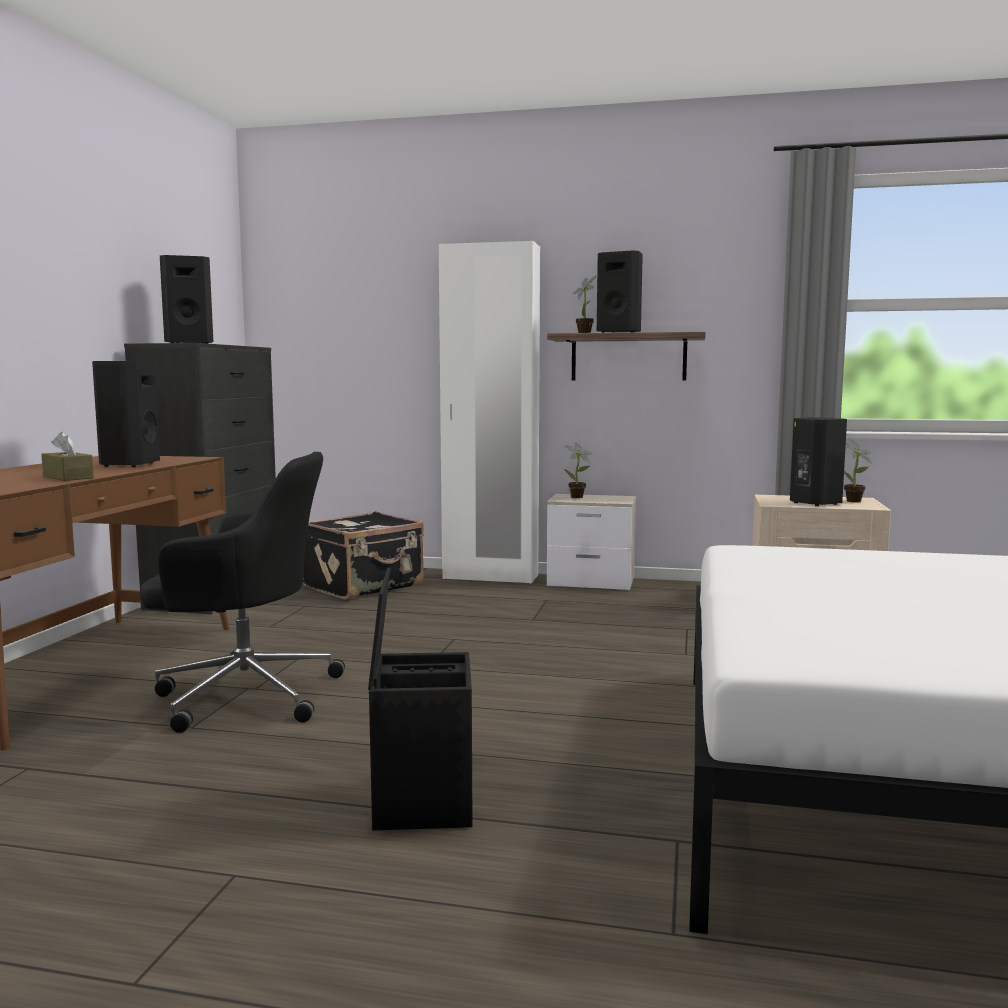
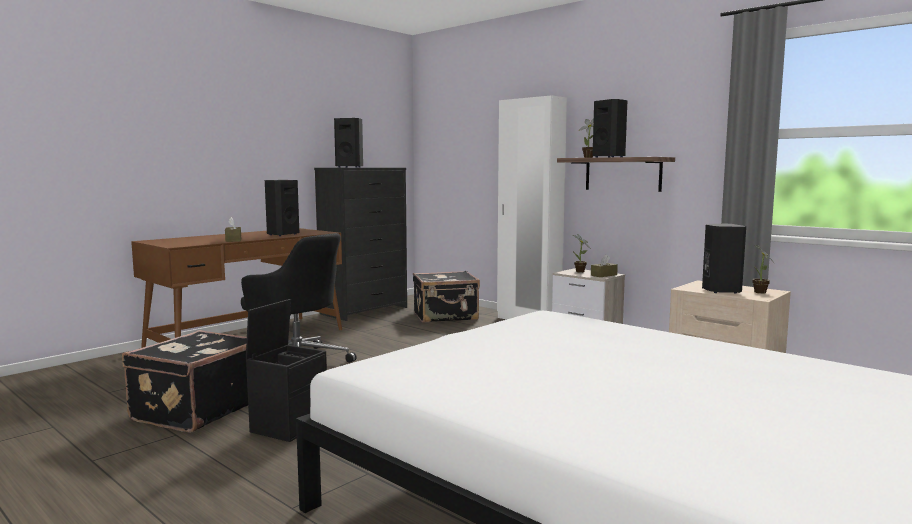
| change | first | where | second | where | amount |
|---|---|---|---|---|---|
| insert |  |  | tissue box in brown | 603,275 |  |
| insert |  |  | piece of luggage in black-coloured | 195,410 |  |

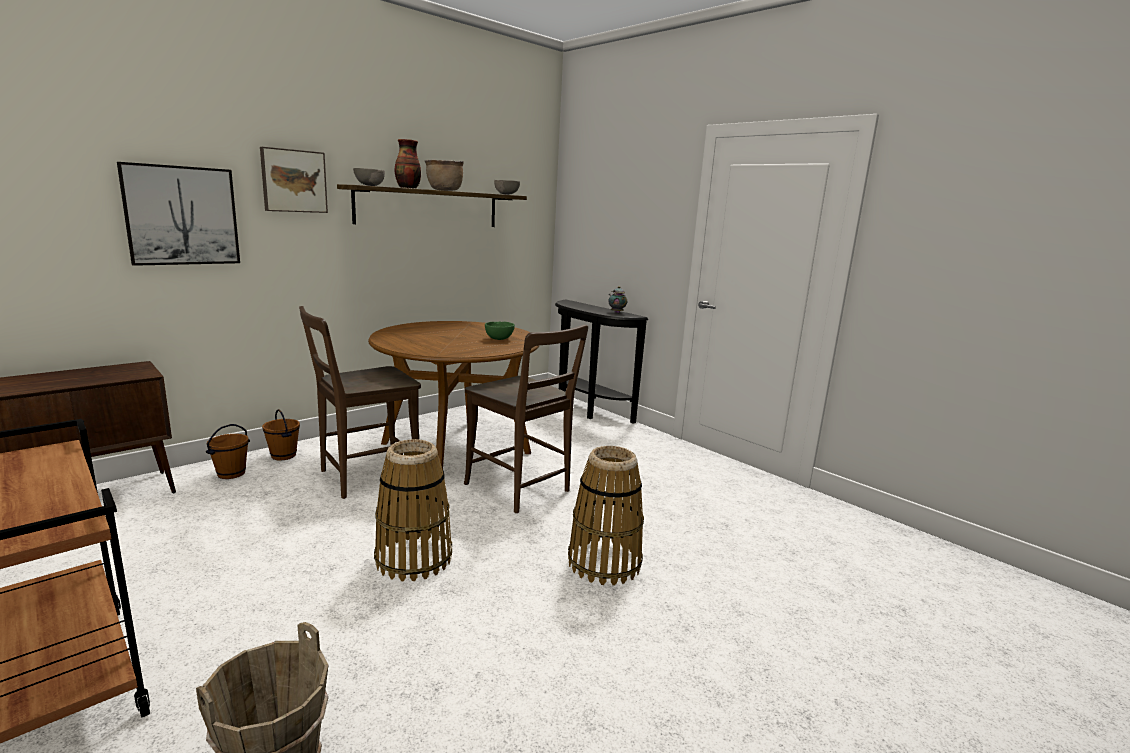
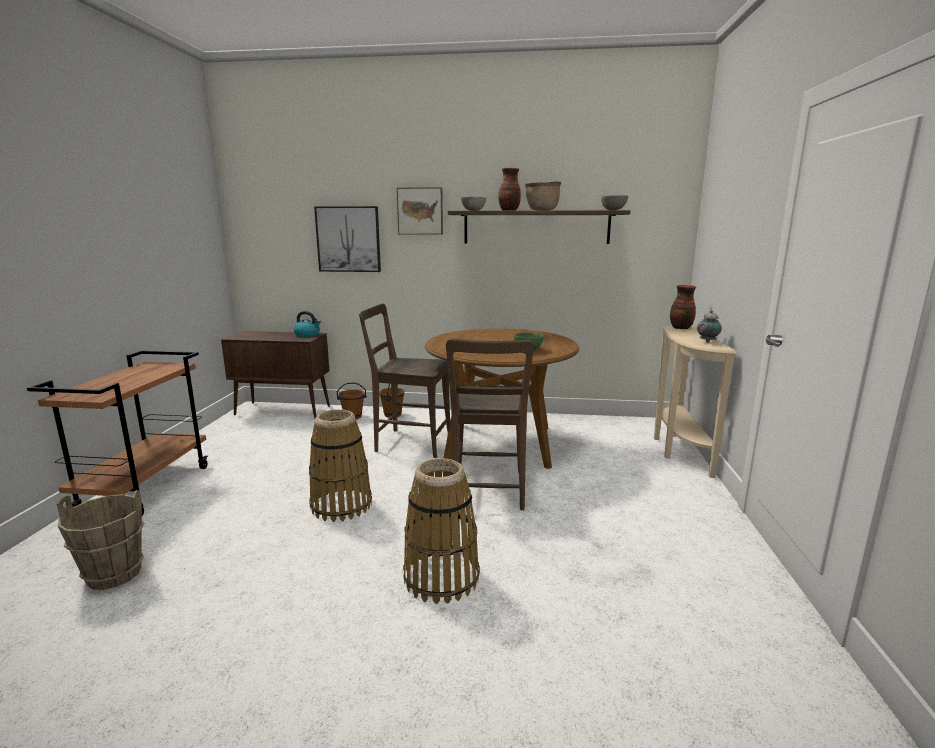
| change | first | where | second | where | amount |
|---|---|---|---|---|---|
| recolor | hall table in black-coloured | 586,410 | hall table in beige-coloured | 678,449 |  |
| insert |  |  | decorative vase | 680,328 |  |
| insert |  |  | water kettle | 307,335 |  |

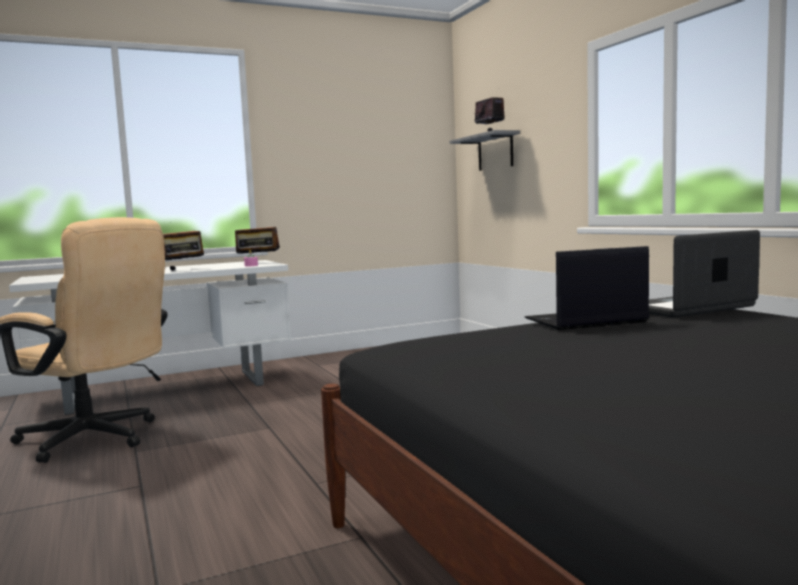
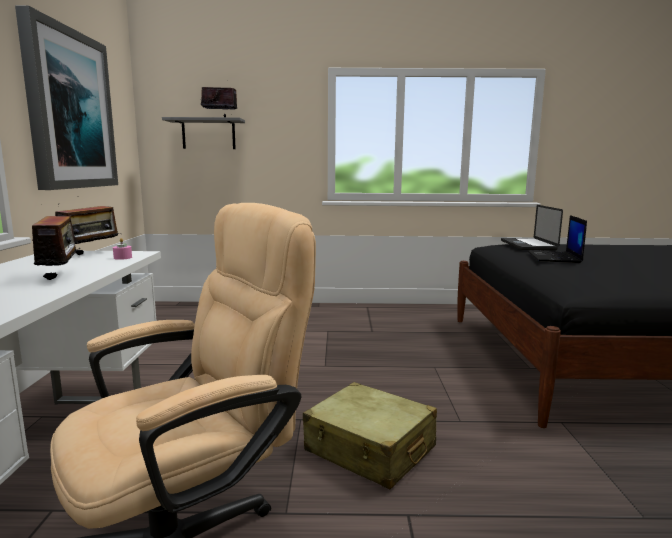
| change | first | where | second | where | amount |
|---|---|---|---|---|---|
| insert |  |  | wall art | 69,110 |  |
| insert |  |  | piece of luggage in beige-coloured | 370,449 |  |

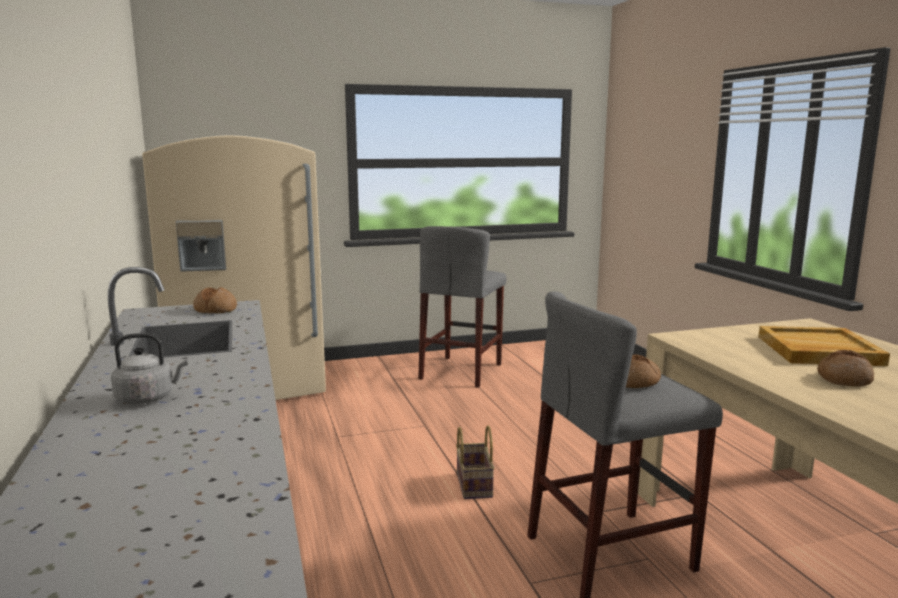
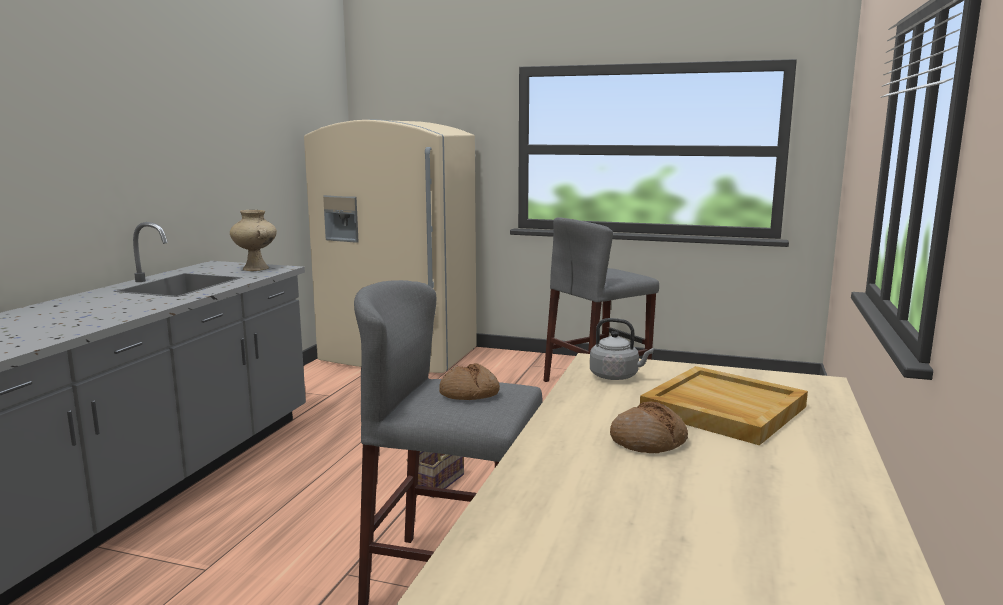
| change | first | where | second | where | amount |
|---|---|---|---|---|---|
| replace | bread | 215,309 | decorative vase in beige-coloured | 256,268 |  |
| move | water kettle in greyish | 148,398 |  | 616,376 |  |

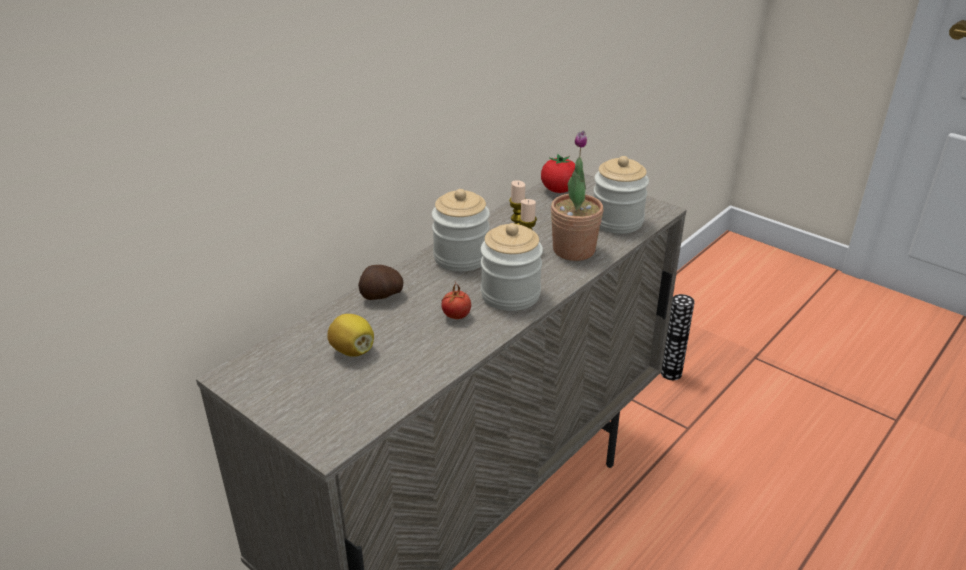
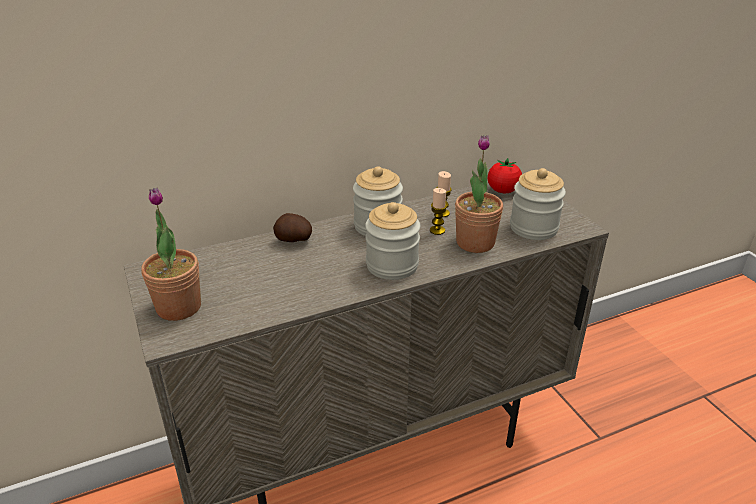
| change | first | where | second | where | amount |
|---|---|---|---|---|---|
| delete | tomato | 456,316 |  |  |  |
| delete | decorative vase | 671,373 |  |  |  |
| delete | citrus fruit | 352,350 |  |  |  |
| insert |  |  | potted plant | 179,307 |  |

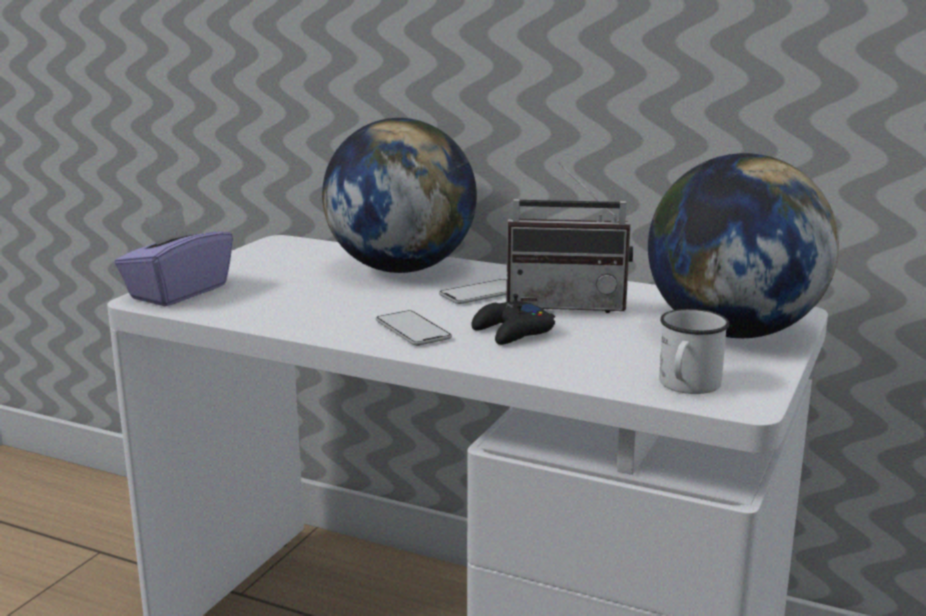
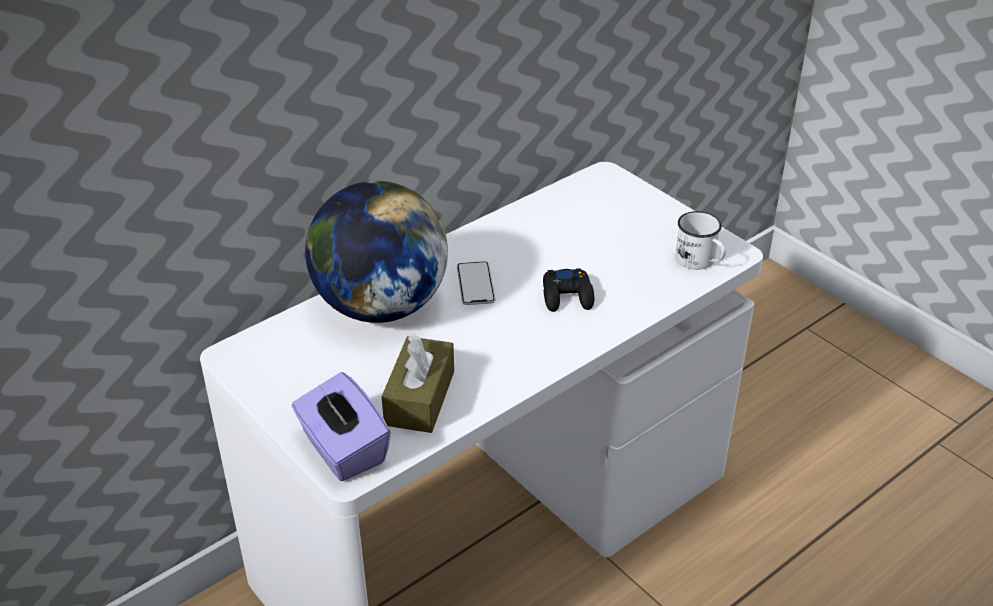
| change | first | where | second | where | amount |
|---|---|---|---|---|---|
| delete | desk globe | 732,332 |  |  |  |
| delete | radio | 567,304 |  |  |  |
| delete | phone | 413,330 |  |  |  |
| insert |  |  | tissue box in brown | 420,398 |  |

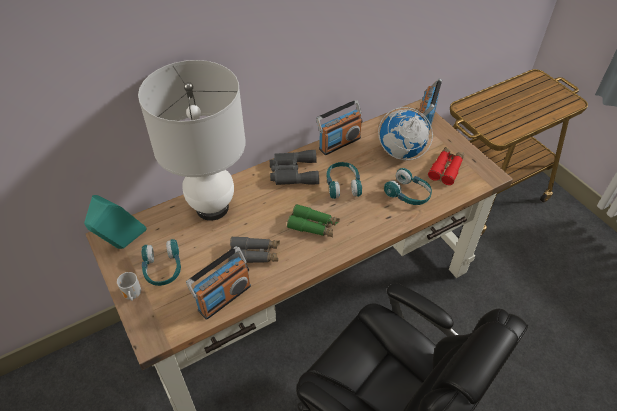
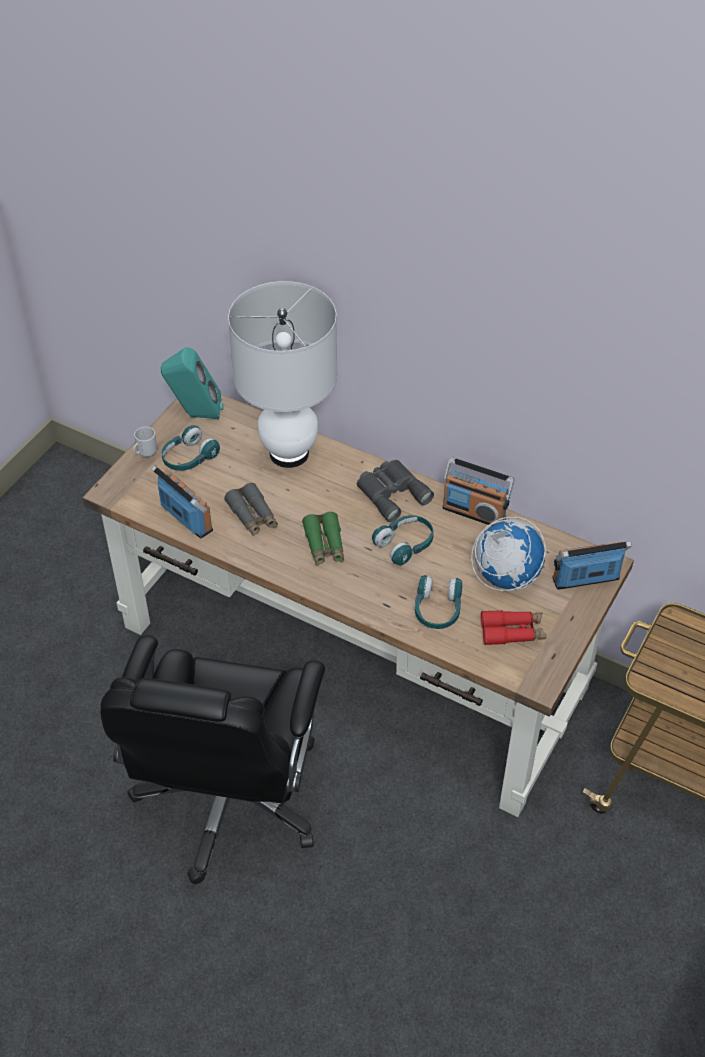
| change | first | where | second | where | amount |
|---|---|---|---|---|---|
| rotate | radio | 224,297 |  | 186,518 | 150 degrees counterclockwise |

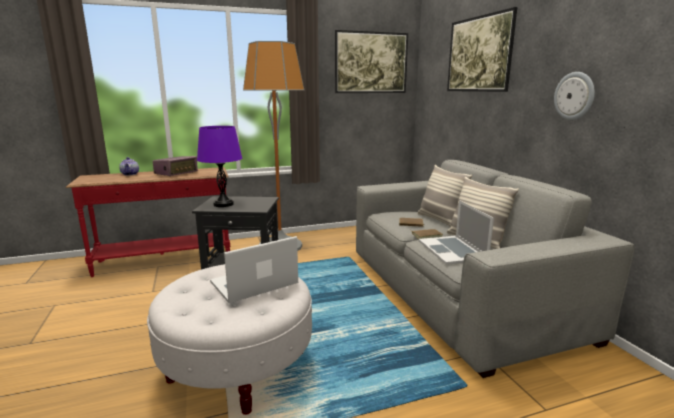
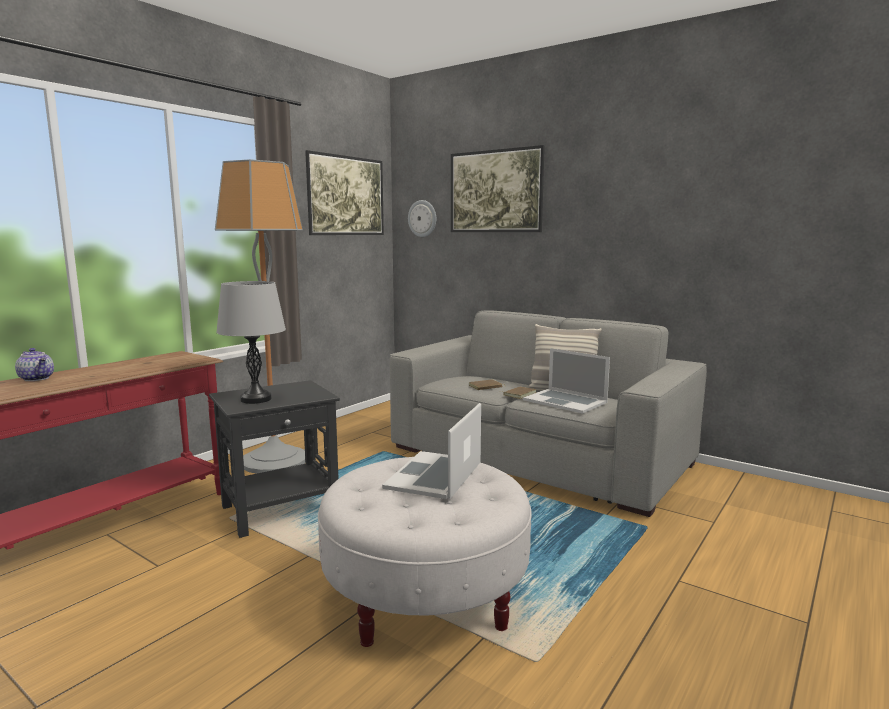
| change | first | where | second | where | amount |
|---|---|---|---|---|---|
| move | clock on the wall | 574,96 |  | 422,218 |  |
| recolor | table lamp in purple | 223,204 | table lamp in greyish | 256,399 |  |
| delete | radio | 176,173 |  |  |  |
| delete | cushion | 440,220 |  |  |  |

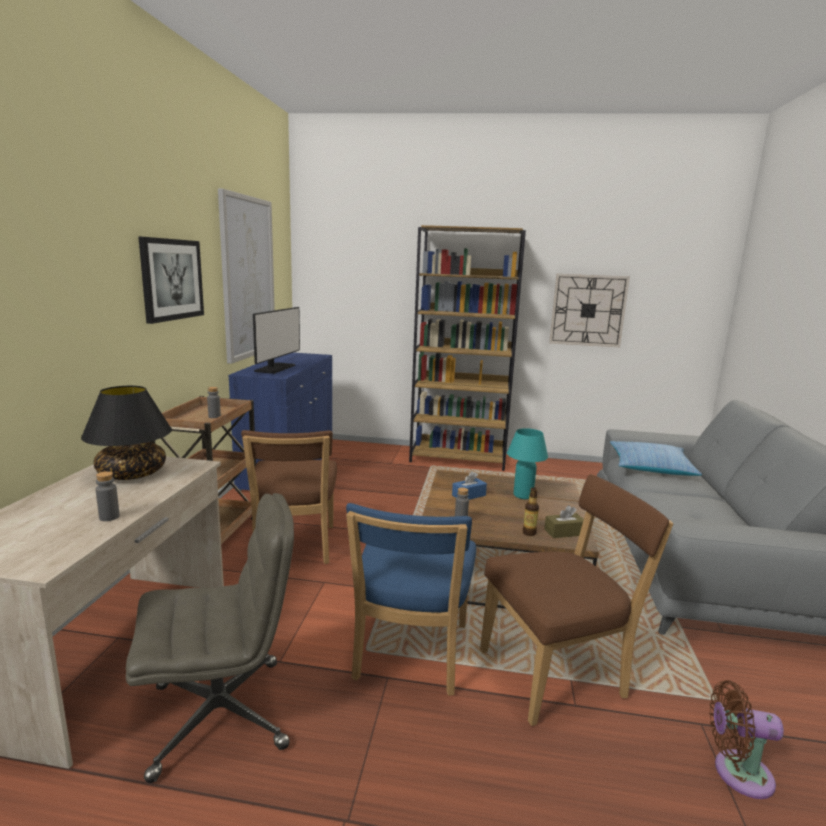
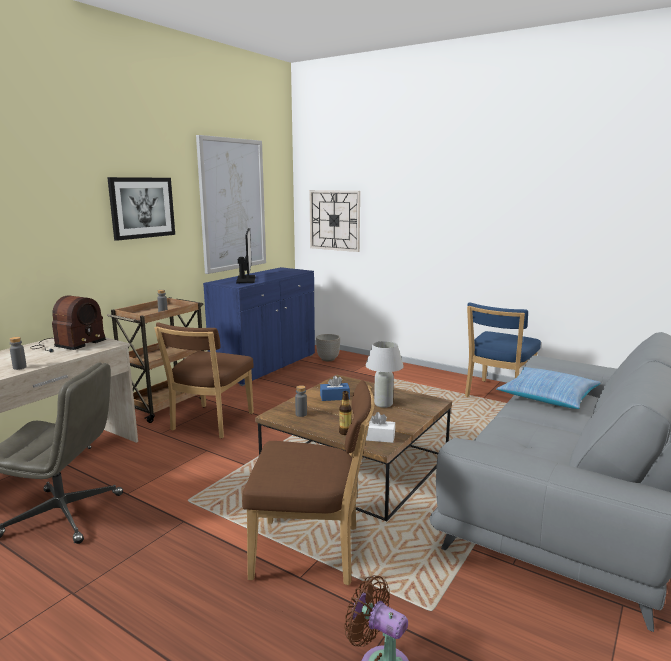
| change | first | where | second | where | amount |
|---|---|---|---|---|---|
| delete | shelving unit in brown | 458,458 |  |  |  |
| move | clock on the wall | 588,310 |  | 334,220 |  |
| rotate | monitor | 275,368 |  | 246,279 | 45 degrees counterclockwise |
| replace | table lamp in black-coloured | 132,474 | radio | 67,345 |  |
| recolor | table lamp in turquoise-coloured | 523,495 | table lamp in whitish | 383,404 |  |
| move | plain chair in blue | 409,656 |  | 497,395 |  |
| recolor | tissue box in brown | 564,532 | tissue box in whitish | 377,437 |  |
| insert |  |  | flower pot | 328,359 |  |

